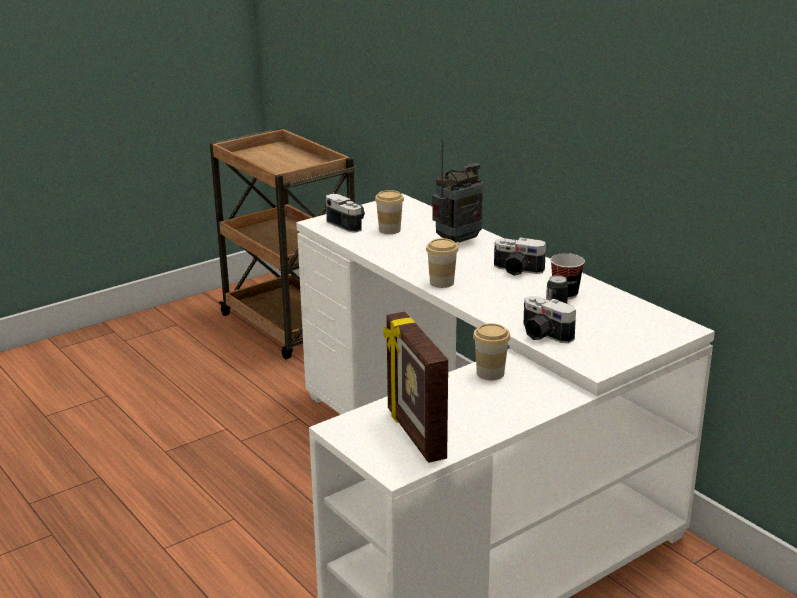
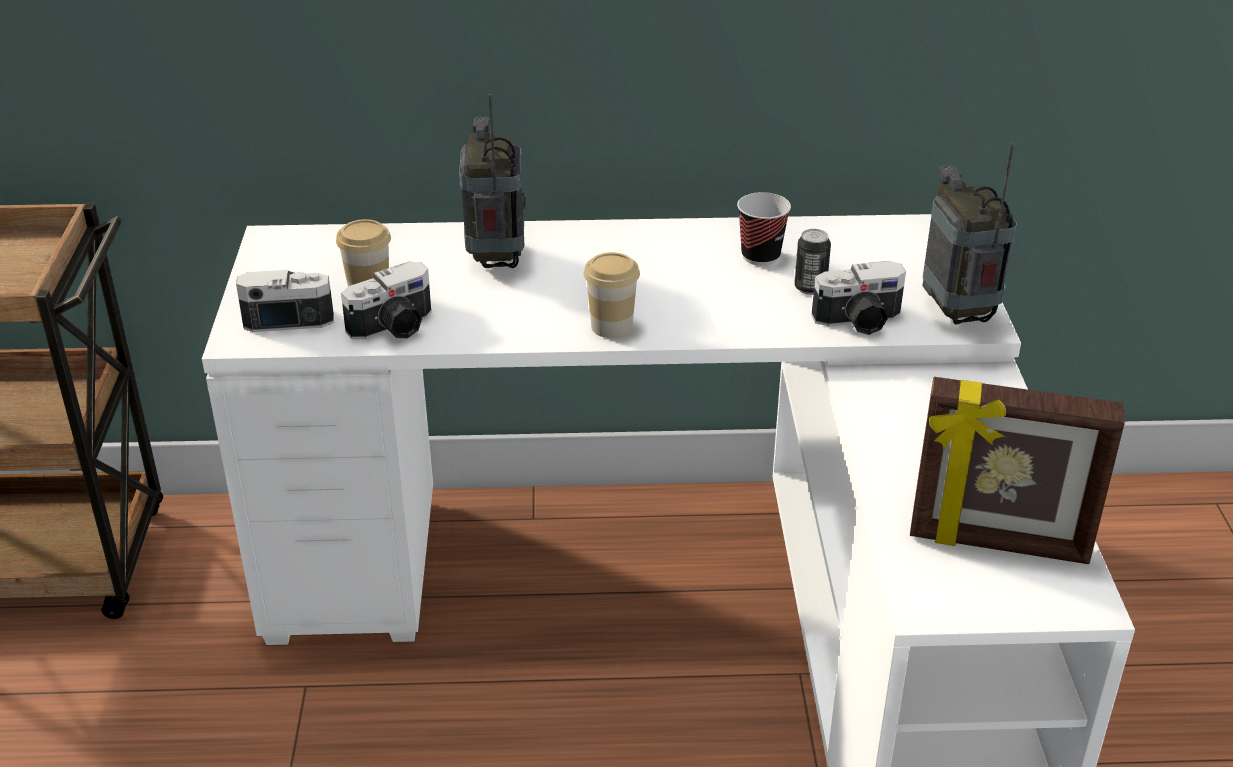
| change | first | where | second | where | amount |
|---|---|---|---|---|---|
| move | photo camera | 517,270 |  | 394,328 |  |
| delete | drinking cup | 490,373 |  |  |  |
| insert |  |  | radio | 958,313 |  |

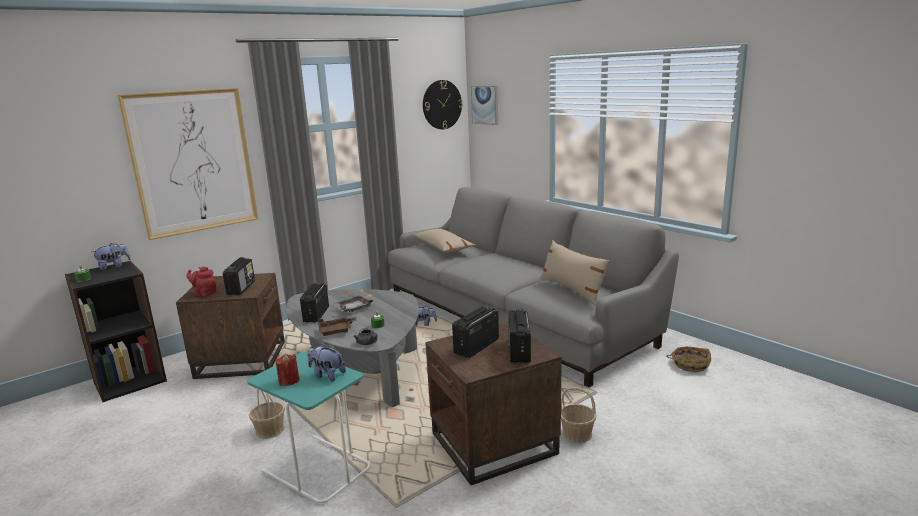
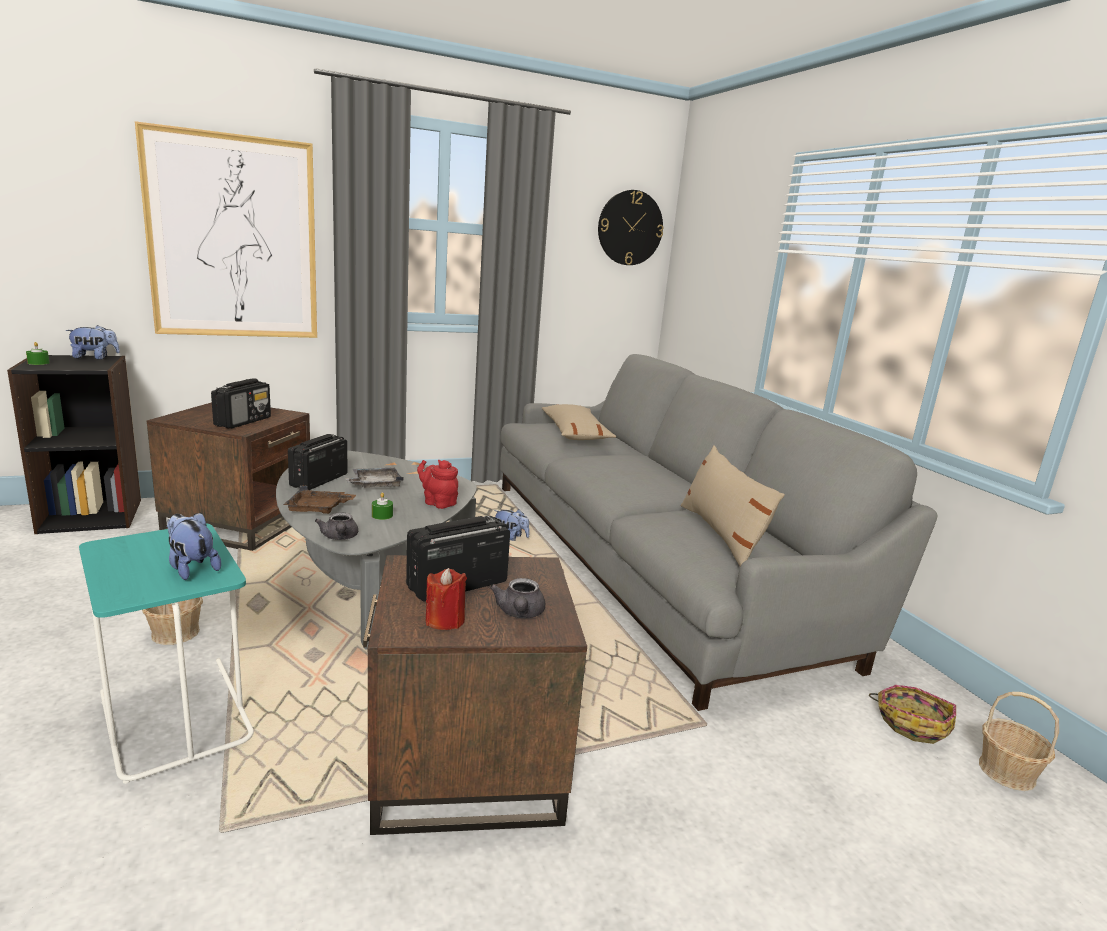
| change | first | where | second | where | amount |
|---|---|---|---|---|---|
| delete | wall art | 485,105 |  |  |  |
| move | pot for tea in red | 204,293 |  | 438,502 |  |
| replace | radio | 519,351 | pot for tea in greyish | 519,613 |  |
| move | wax light in red | 289,381 |  | 445,620 |  |
| move | storage basket | 577,434 |  | 1007,772 |  |

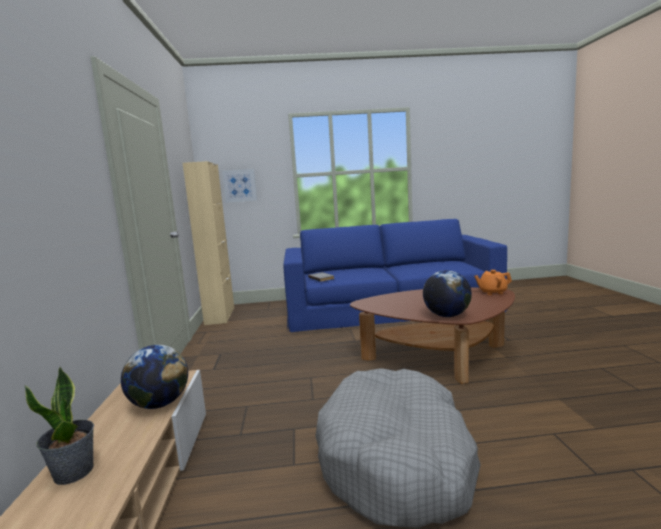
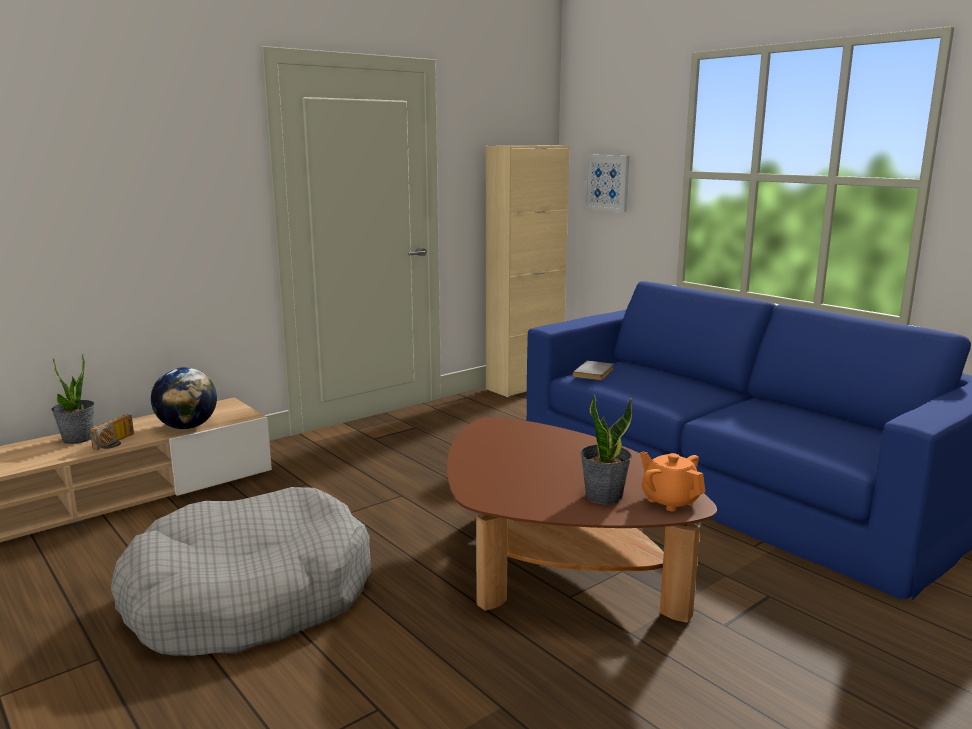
| change | first | where | second | where | amount |
|---|---|---|---|---|---|
| delete | desk globe | 446,316 |  |  |  |
| insert |  |  | potted plant | 603,496 |  |
| insert |  |  | radio | 116,442 |  |

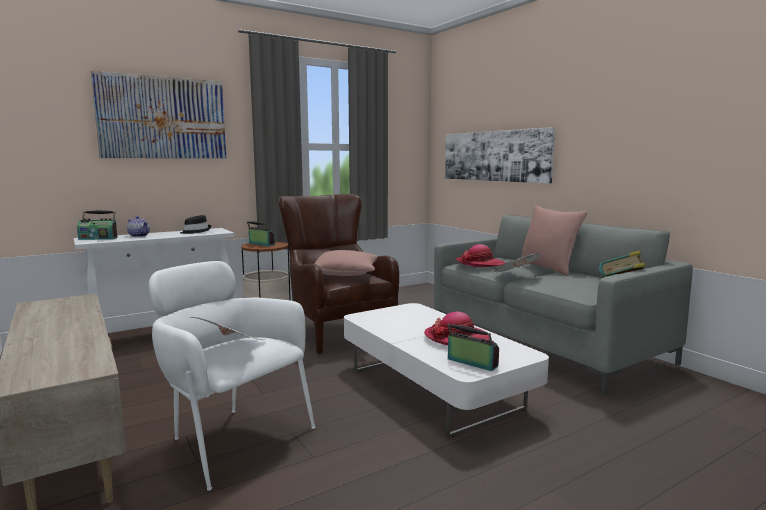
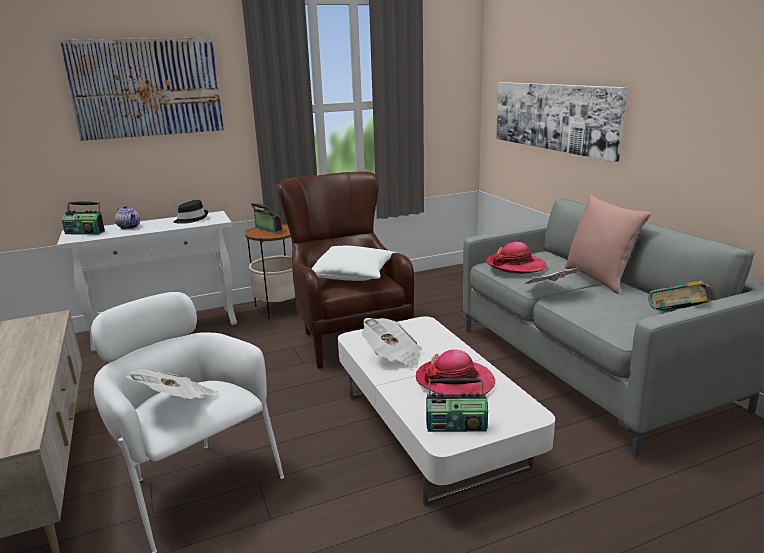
| change | first | where | second | where | amount |
|---|---|---|---|---|---|
| recolor | cushion in pink-coloured | 346,274 | cushion in whitish | 353,275 |  |
| rotate | radio | 471,363 |  | 456,425 | 135 degrees clockwise |
| insert |  |  | printed paper | 393,357 |  |

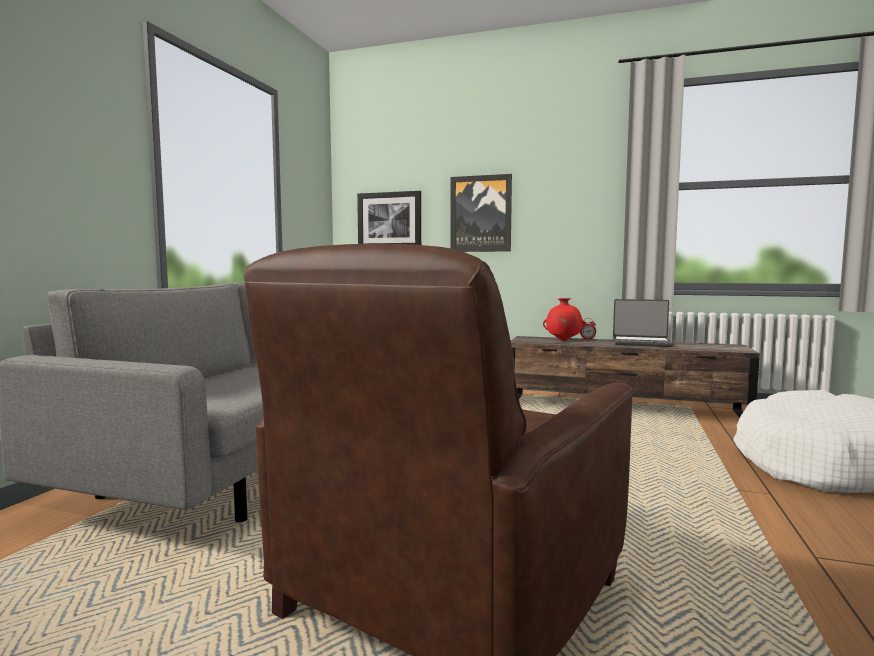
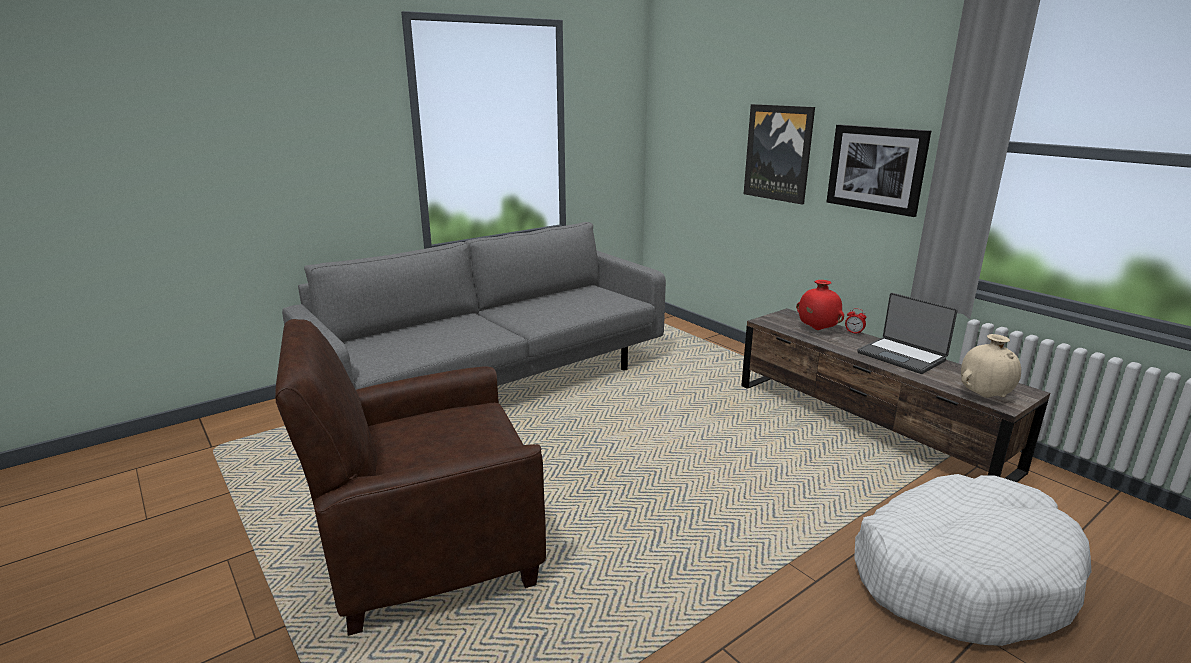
| change | first | where | second | where | amount |
|---|---|---|---|---|---|
| move | wall art | 389,220 |  | 876,169 |  |
| insert |  |  | decorative vase in beige-coloured | 984,396 |  |

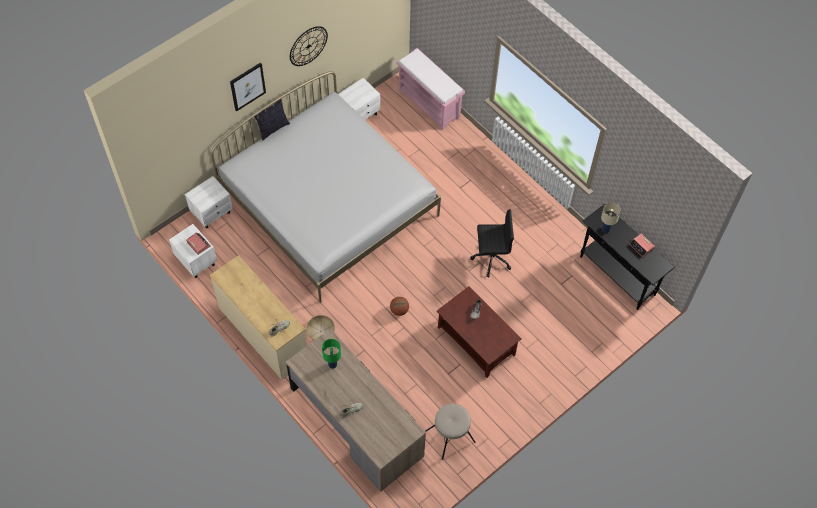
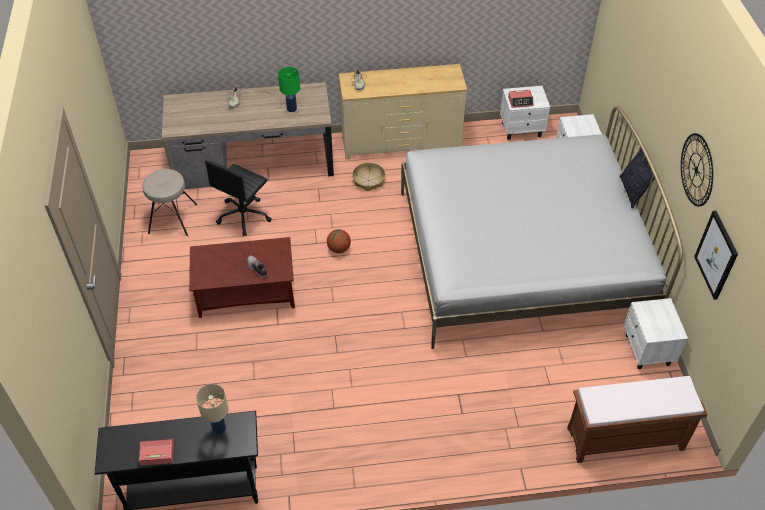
| change | first | where | second | where | amount |
|---|---|---|---|---|---|
| recolor | bench in pink-coloured | 429,104 | bench in brown | 624,439 |  |
| move | wall art | 247,86 |  | 716,255 |  |
| move | desk chair in black-coloured | 491,258 |  | 244,216 |  |

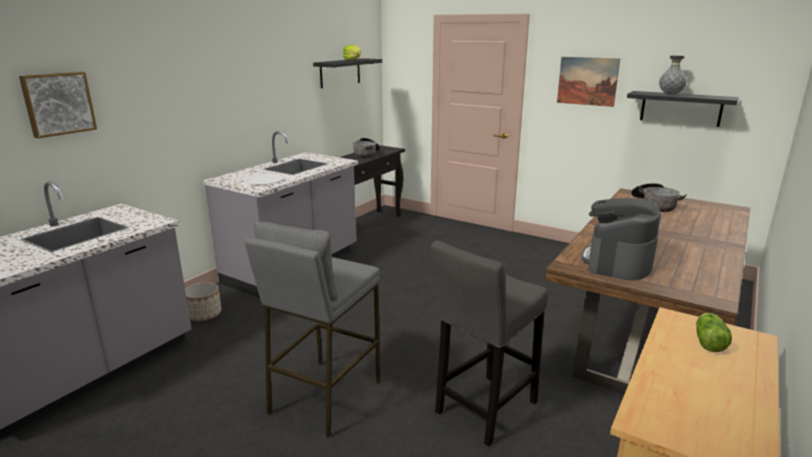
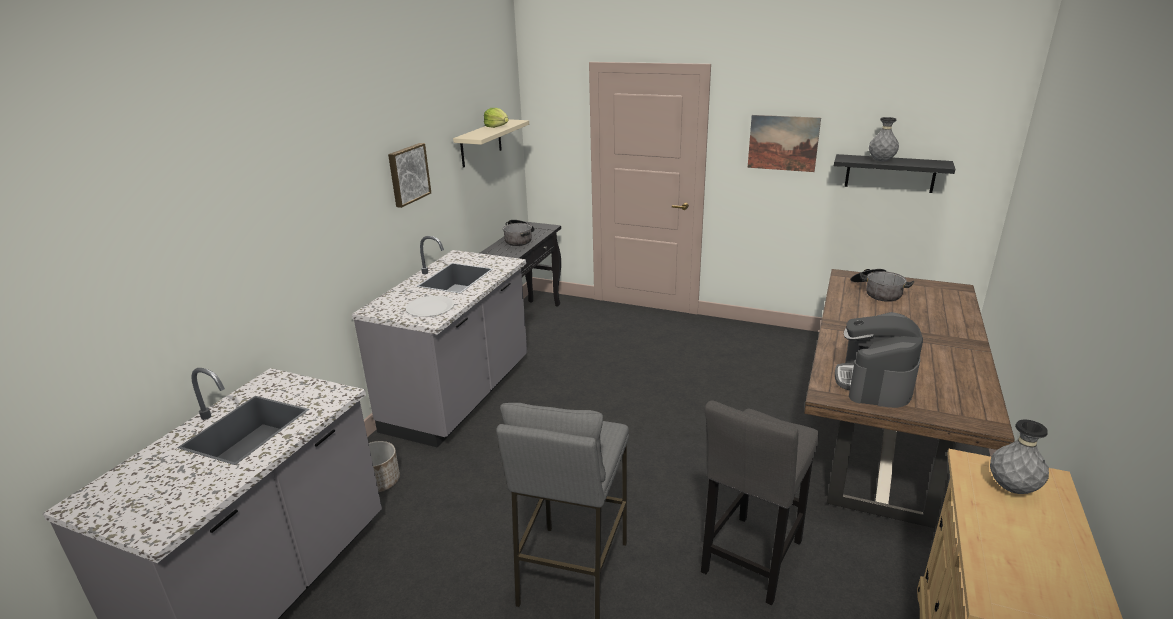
| change | first | where | second | where | amount |
|---|---|---|---|---|---|
| recolor | shelf in black-coloured | 340,72 | shelf in beige-coloured | 481,143 |  |
| move | wall art | 58,104 |  | 408,174 |  |
| replace | lettuce | 708,341 | decorative vase in greyish | 1012,488 |  |

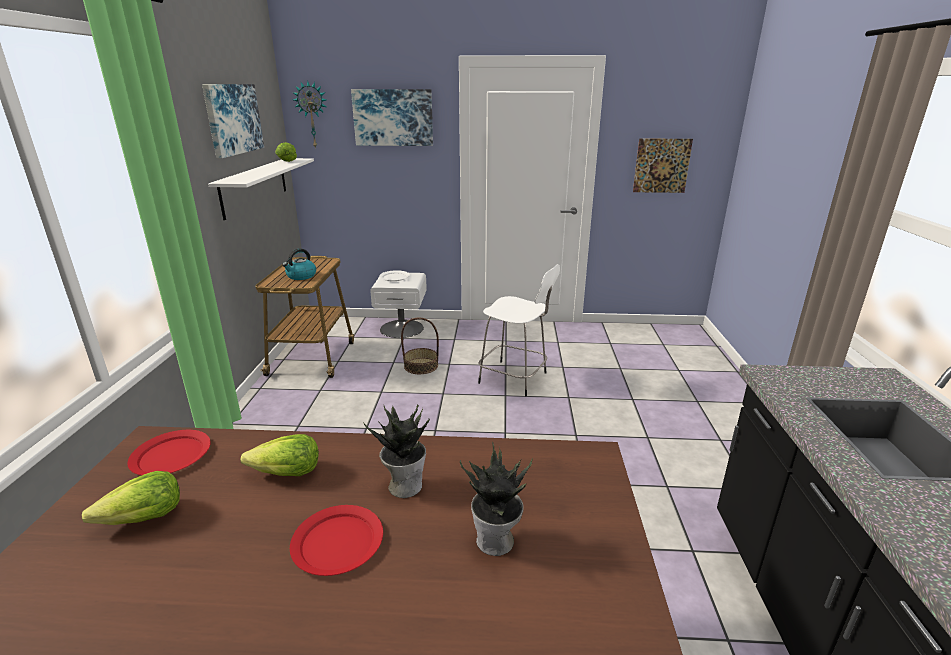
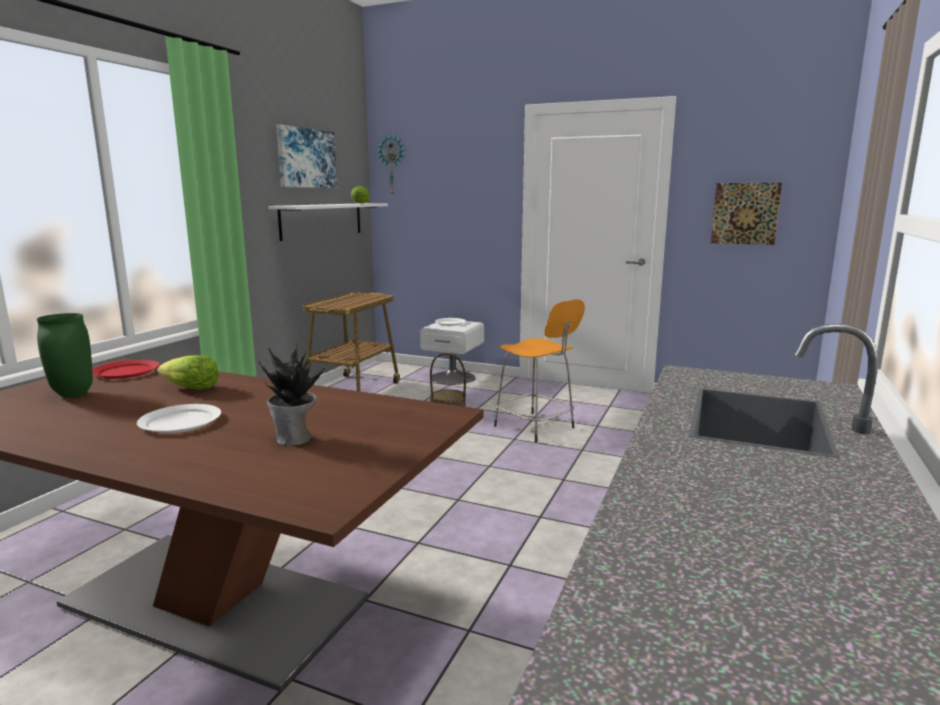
| change | first | where | second | where | amount |
|---|---|---|---|---|---|
| delete | wall art | 393,117 |  |  |  |
| delete | water kettle | 301,276 |  |  |  |
| recolor | stool in whitish | 515,378 | stool in orangey | 536,428 |  |
| delete | potted plant | 405,485 |  |  |  |
| replace | lettuce | 143,519 | decorative vase in green-coloured | 74,394 |  |
| recolor | flat dish in red | 338,541 | flat dish in whitish | 181,421 |  |

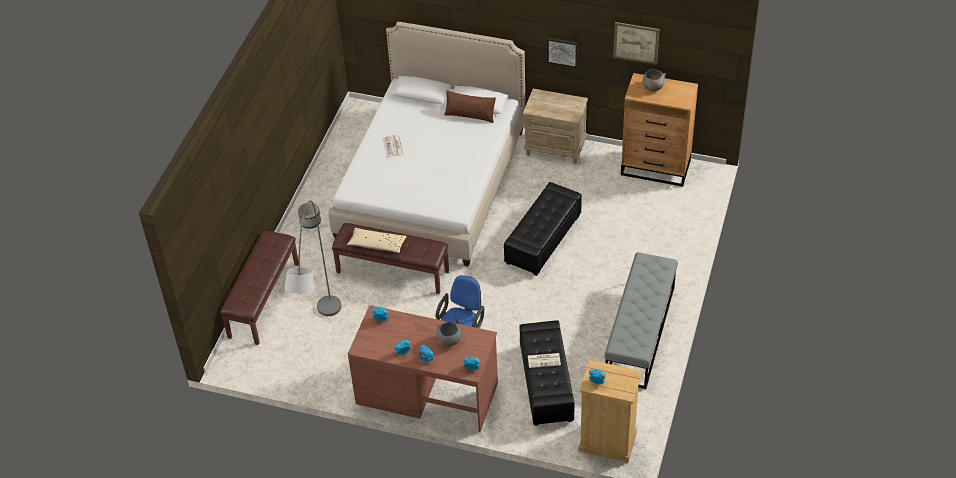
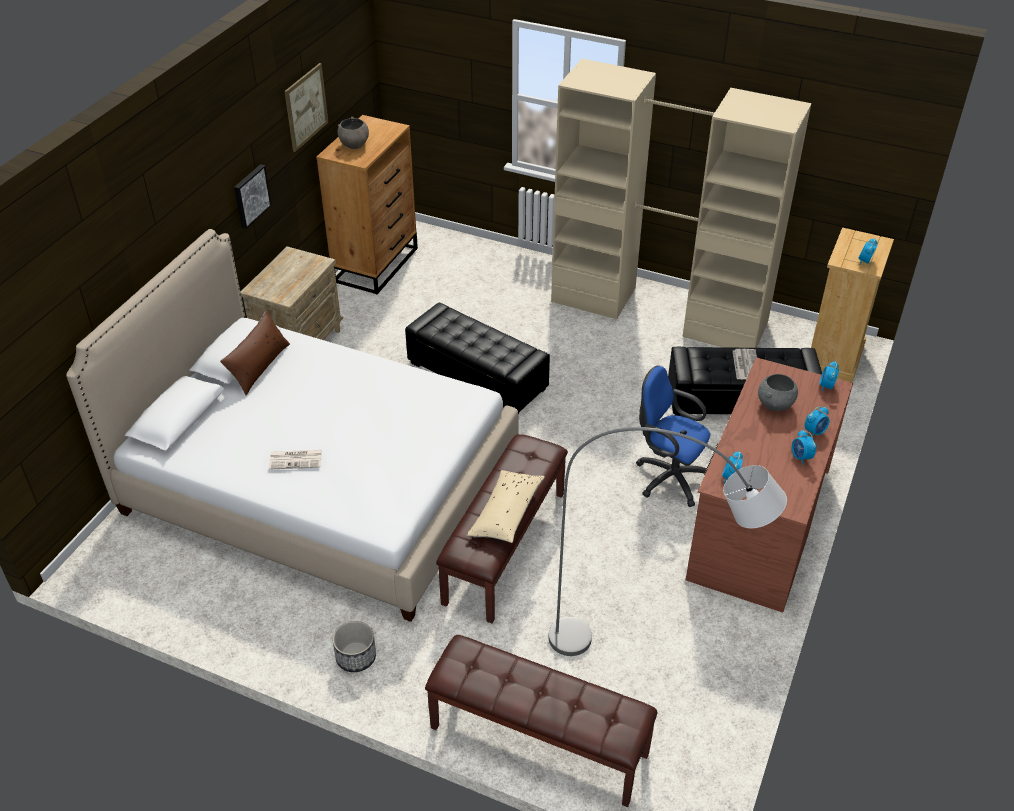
| change | first | where | second | where | amount |
|---|---|---|---|---|---|
| replace | bench in greyish | 640,333 | wardrobe in beige-coloured | 659,312 |  |

